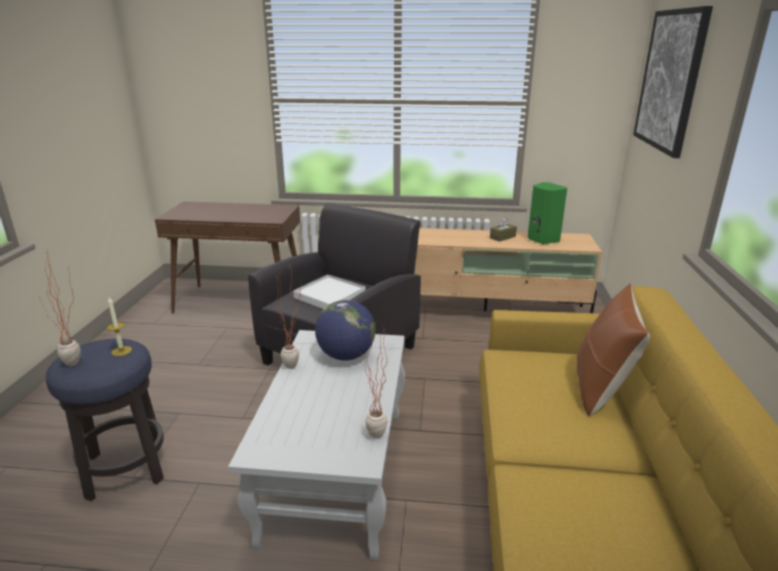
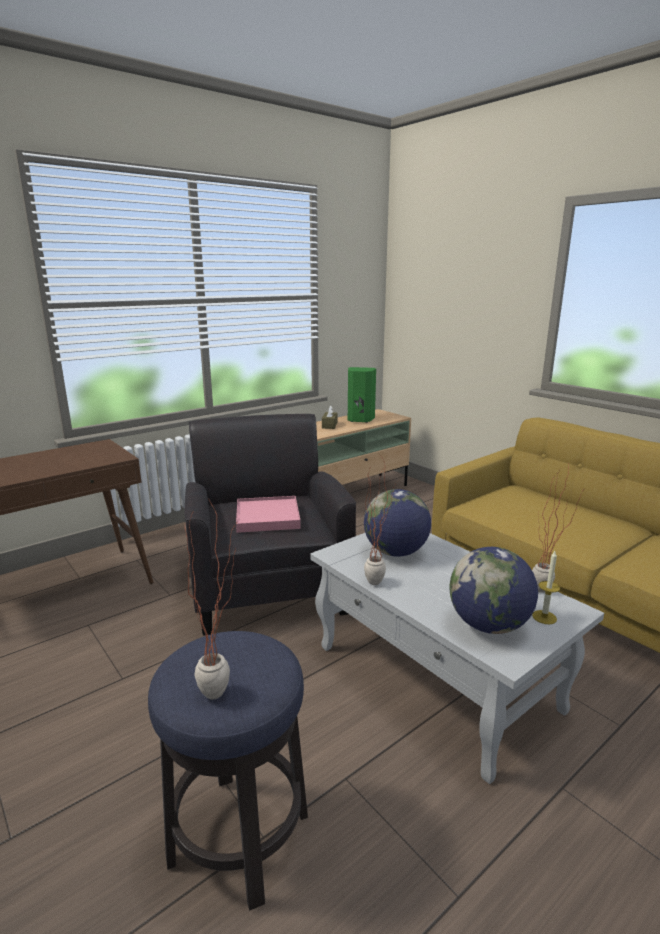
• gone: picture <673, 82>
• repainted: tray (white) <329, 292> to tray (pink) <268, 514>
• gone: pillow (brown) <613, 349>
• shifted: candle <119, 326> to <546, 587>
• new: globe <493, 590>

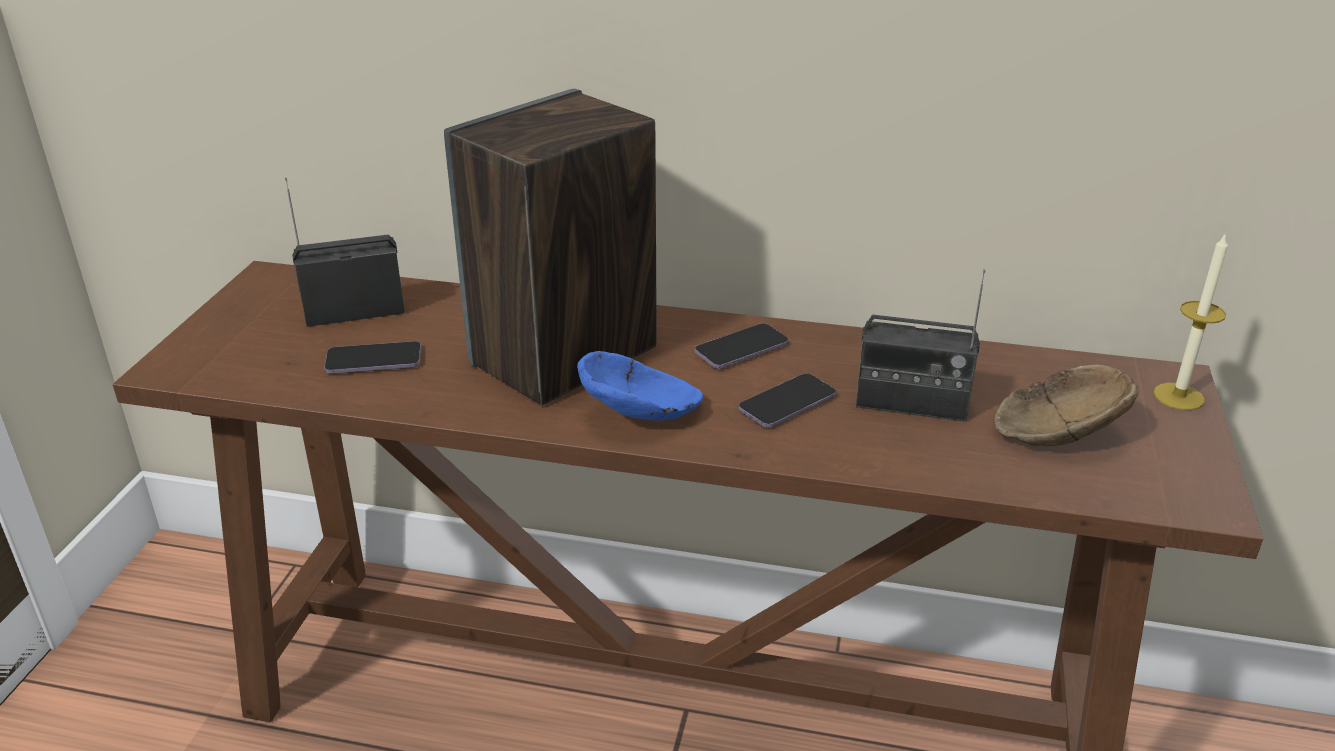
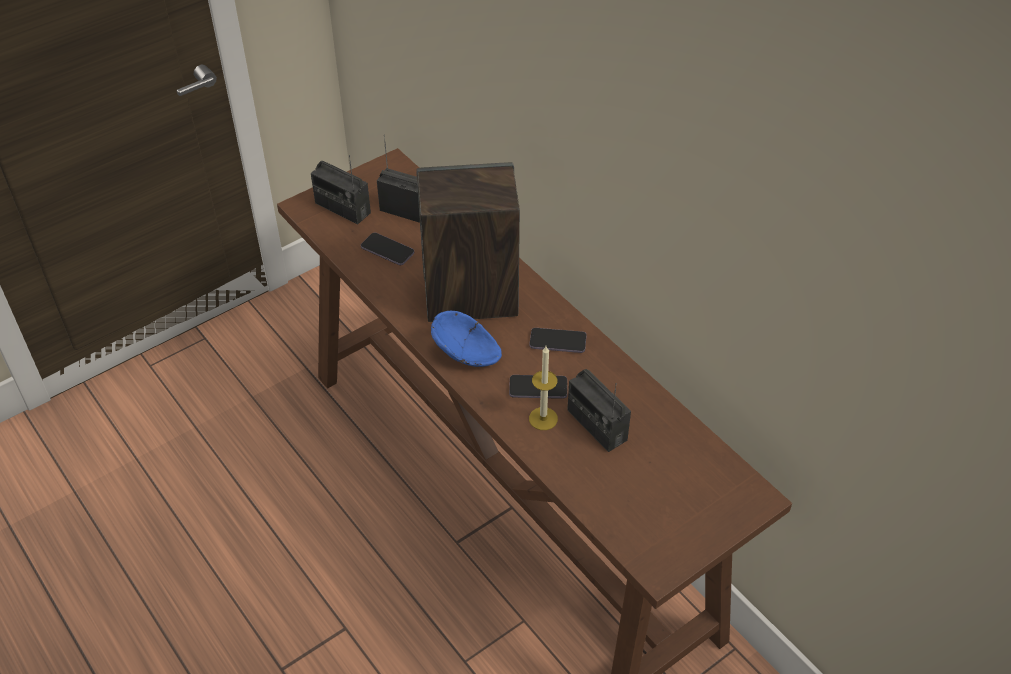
• shifted: candle <1190, 321> to <543, 388>
• gone: bowl (brown) <1065, 405>
• new: radio <341, 189>

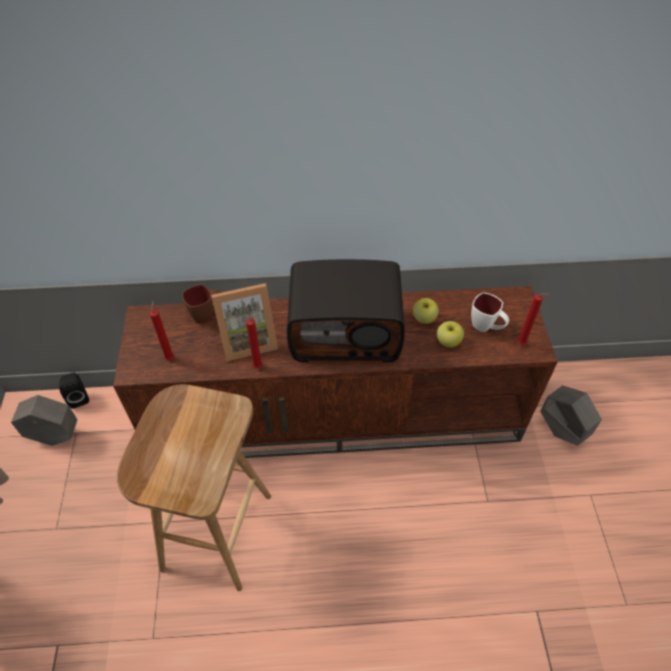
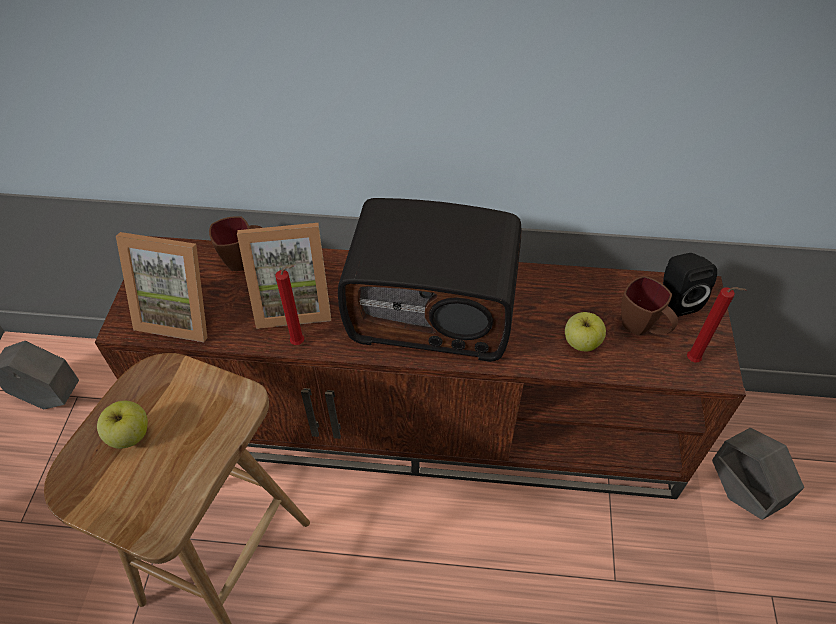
• repainted: mug (white) <490, 312> to mug (brown) <649, 306>
• shifted: apple <426, 311> to <122, 425>
• swapped: candle (red) <162, 330> to picture frame <162, 287>
• shifted: speaker (black) <74, 391> to <690, 285>

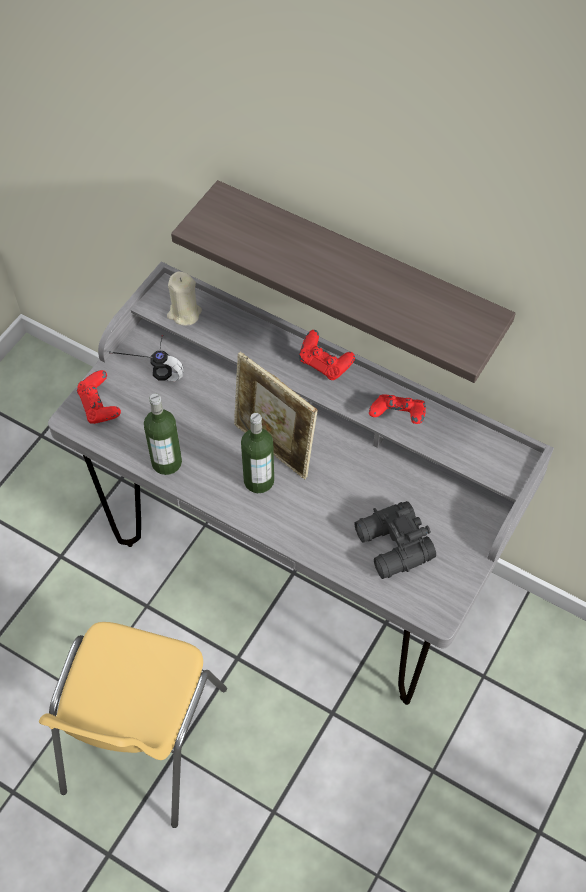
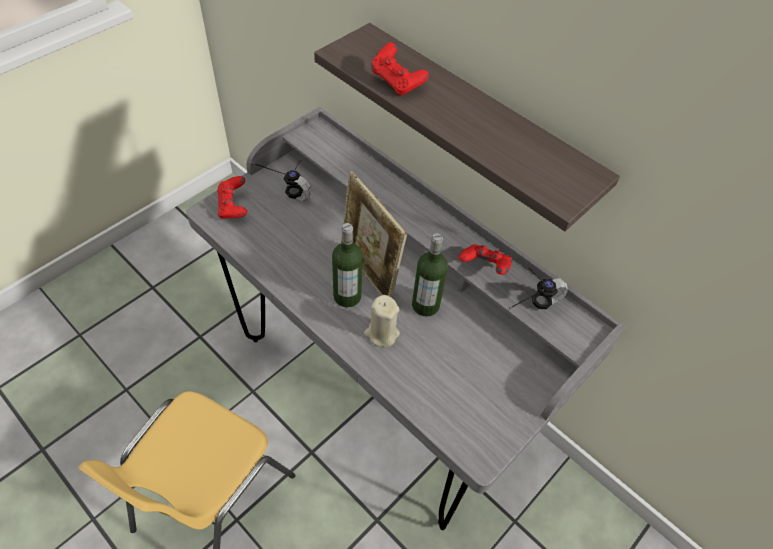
• shifted: candle (beige) <184, 299> to <382, 321>
• shifted: game controller (red) <327, 355> to <400, 69>
• shifted: bottle <163, 434> to <430, 275>
• gone: binoculars (black) <395, 540>
• new: headphones <537, 288>

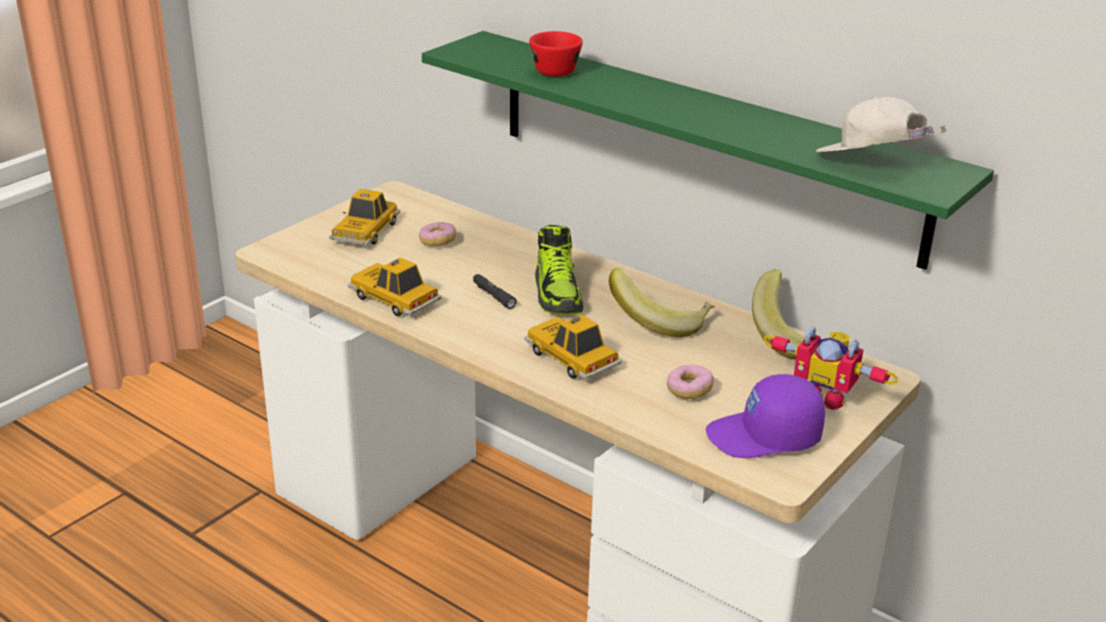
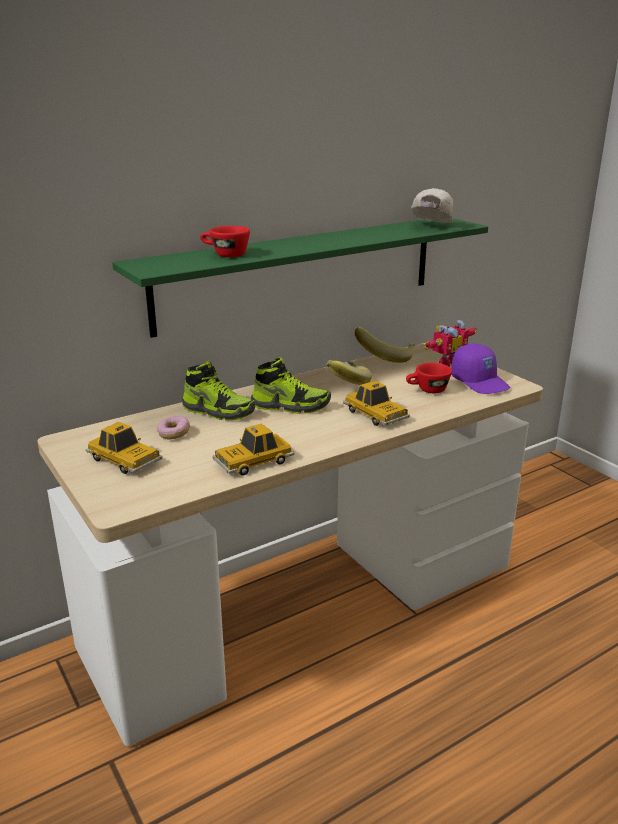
• rotated: cap (white) <881, 124> = <431, 205> 135 degrees clockwise
• gone: flashlight (black) <495, 291>
• rotated: toy car <573, 347> = <376, 403> 105 degrees counterclockwise
• swapped: donut <690, 382> to cup (red) <429, 378>
• rotated: cap (purple) <765, 416> = <480, 369> 45 degrees counterclockwise
• new: shoe <218, 391>

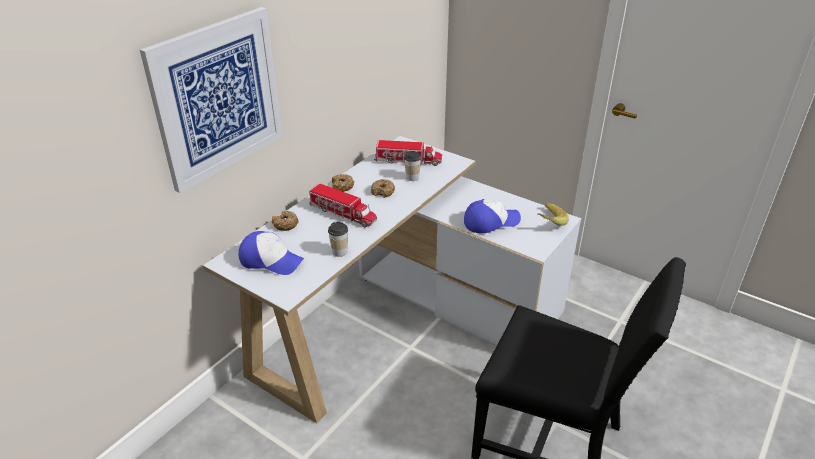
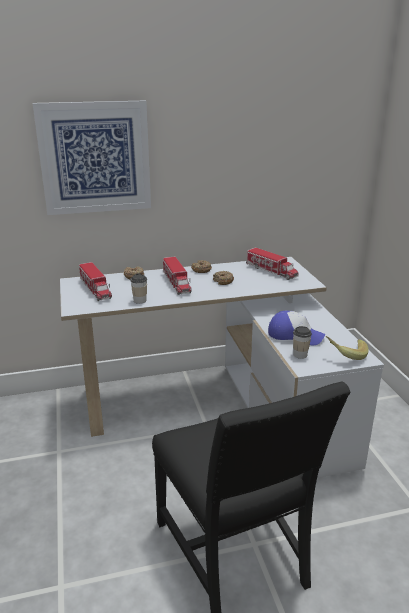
• shifted: cup <412, 166> to <302, 342>
• swapped: cap <271, 253> to toy truck <95, 281>

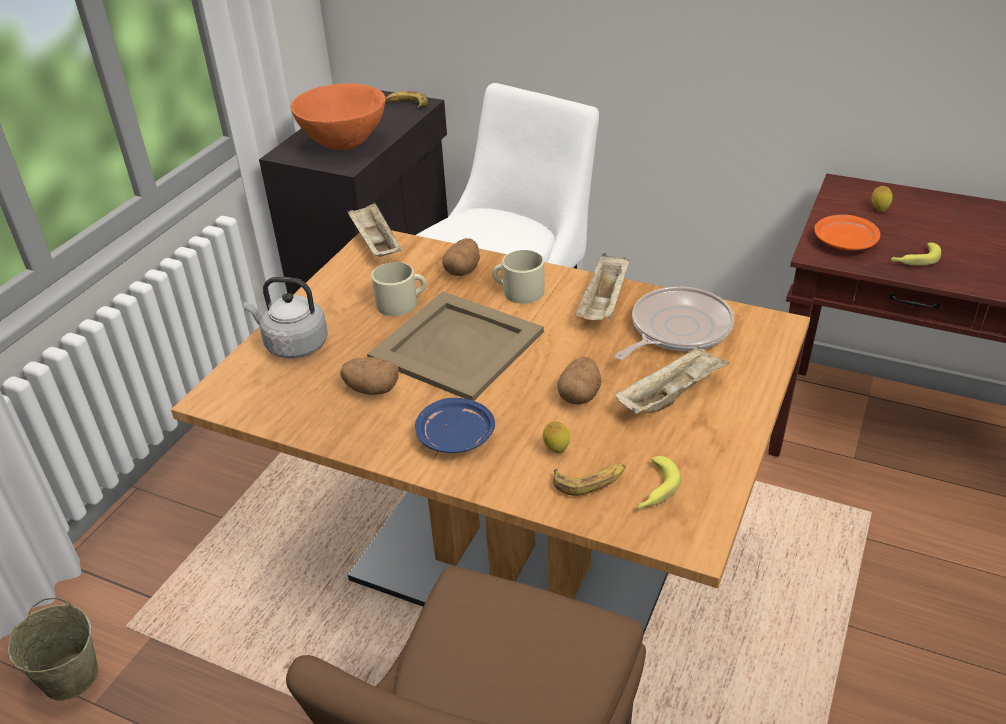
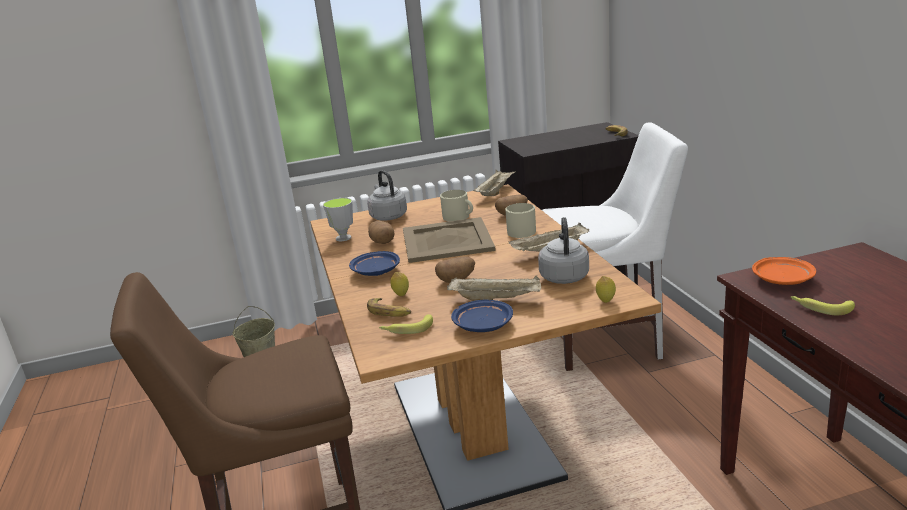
• gone: bowl (orange) <338, 116>
• shifted: lemon <882, 199> to <606, 289>
• swapped: frying pan <674, 323> to kettle (grey) <563, 250>
• new: cup <338, 219>
• new: plate (blue) <482, 316>

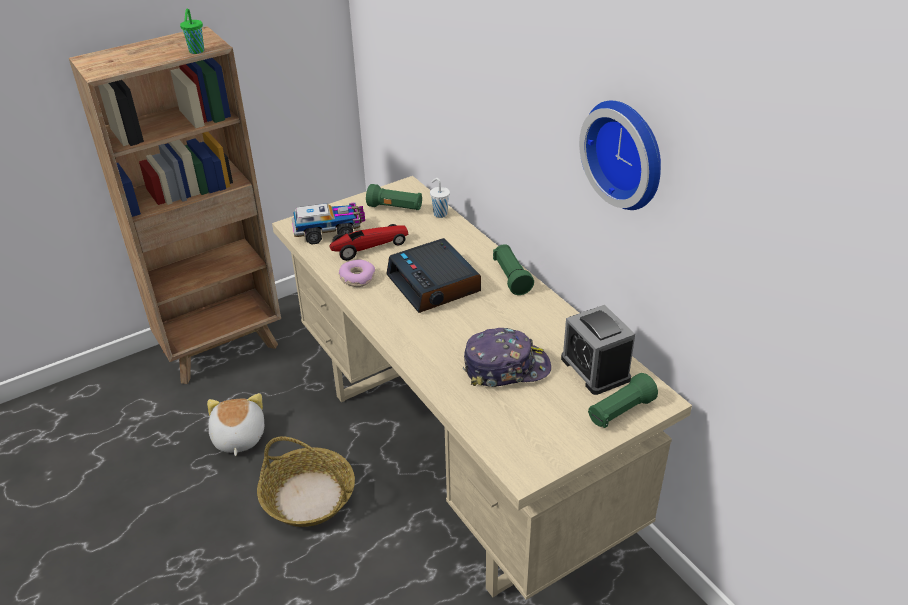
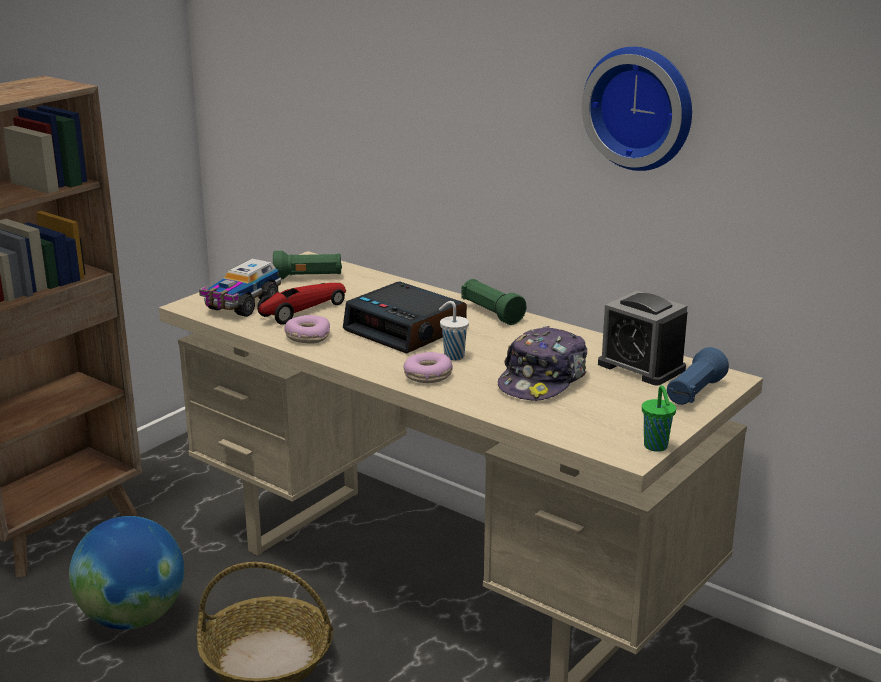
• shifted: cup (green) <192, 31> to <659, 418>
• shifted: cup (white) <440, 198> to <454, 330>
• rotated: toy truck <328, 223> = <240, 288> 150 degrees clockwise
• rotated: cap <507, 357> = <542, 363> 150 degrees clockwise
• repainted: flashlight (green) <623, 400> to flashlight (blue) <698, 376>
• swapped: plush toy <235, 424> to globe <126, 573>
• new: donut <428, 367>

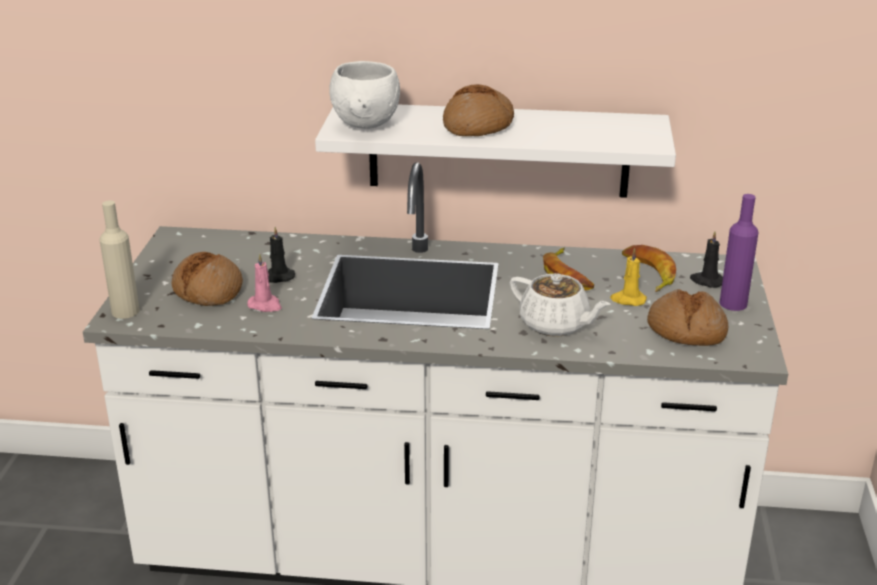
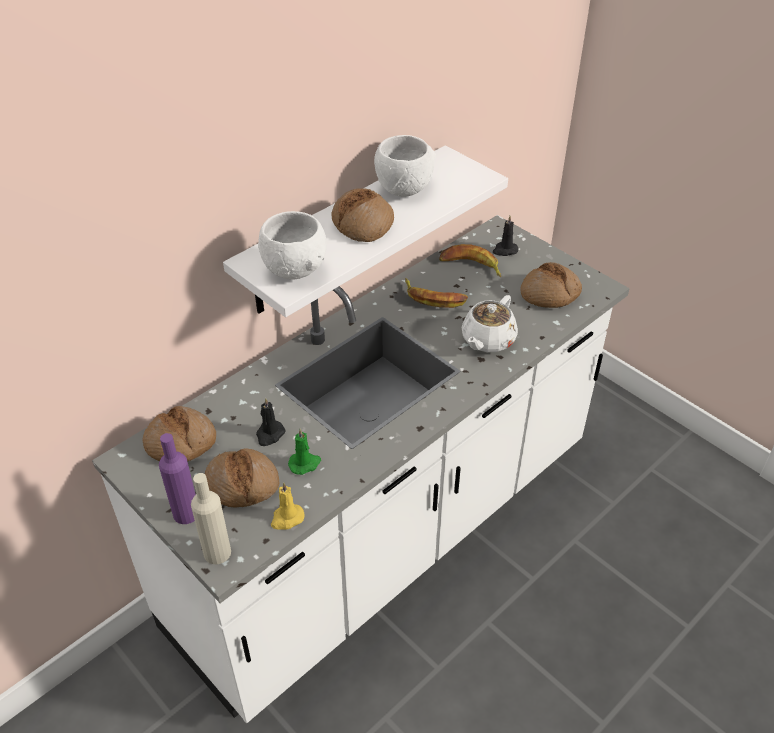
• shifted: bottle (purple) <739, 252> to <177, 478>
• shifted: candle (yellow) <628, 277> to <288, 506>
• repainted: candle (pink) <264, 283> to candle (green) <304, 451>
• rotated: teapot (white) <560, 304> = <490, 323> 135 degrees clockwise
• new: bowl (white) <405, 166>
• new: bread <179, 433>

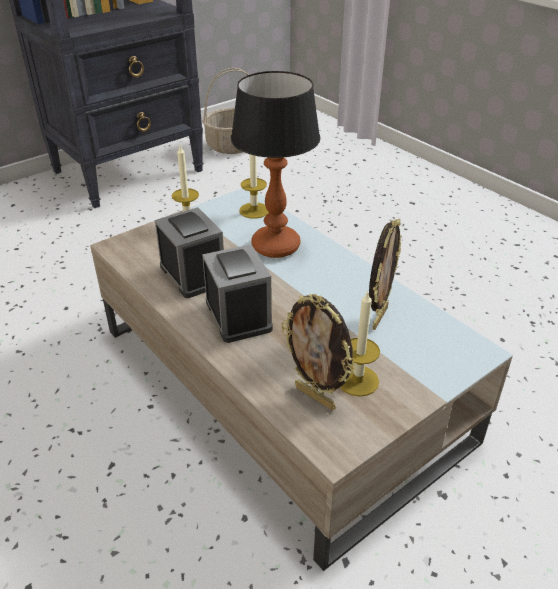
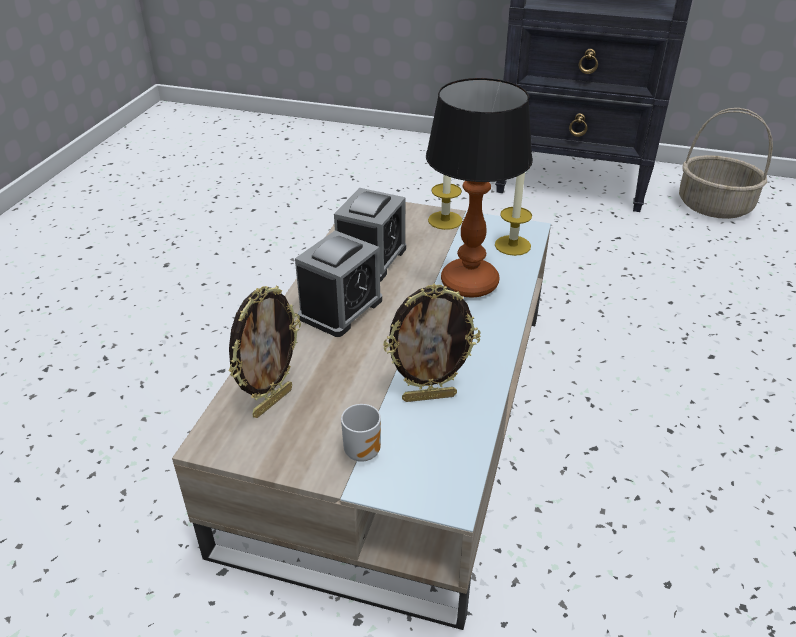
• gone: candle <360, 343>
• rotated: picture frame <318, 352> = <265, 352> 150 degrees counterclockwise
• new: mug <361, 433>

